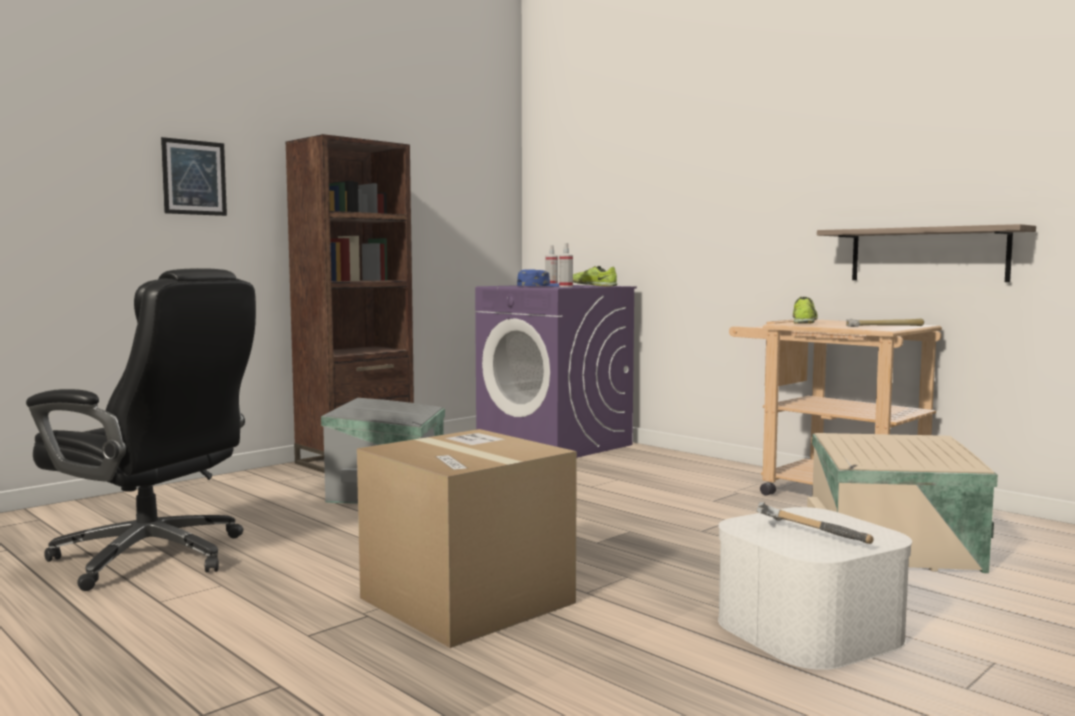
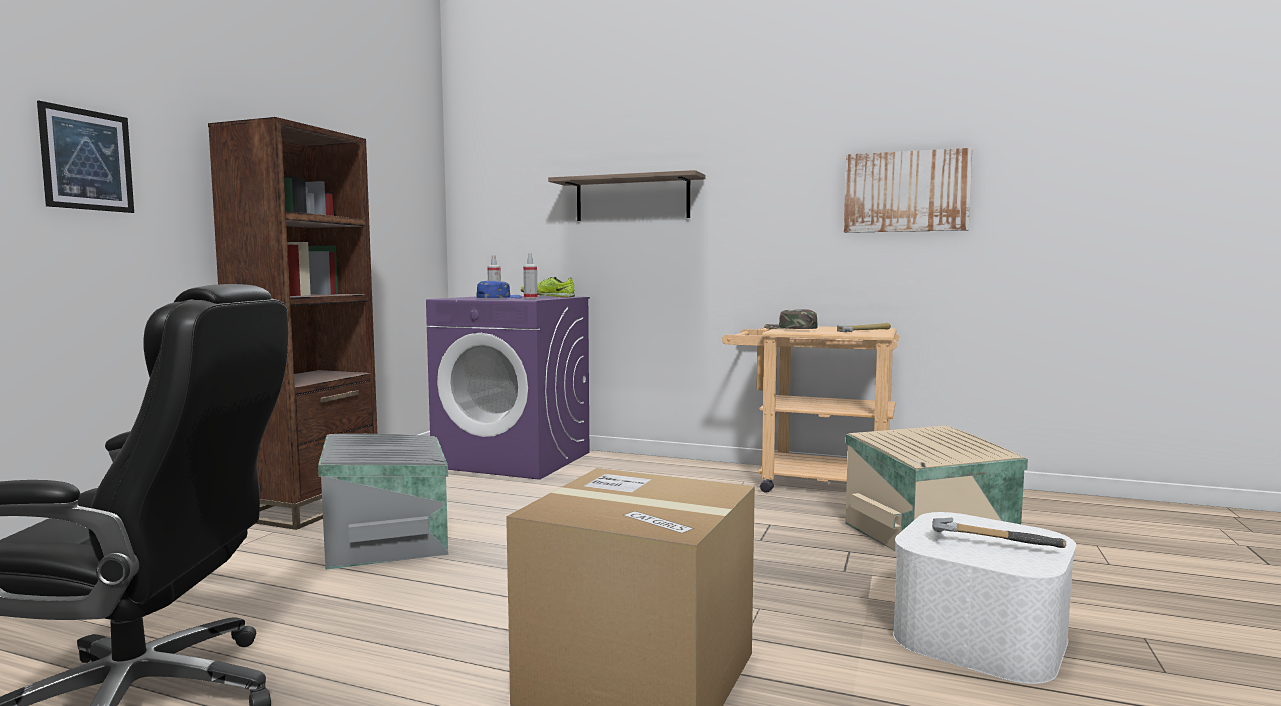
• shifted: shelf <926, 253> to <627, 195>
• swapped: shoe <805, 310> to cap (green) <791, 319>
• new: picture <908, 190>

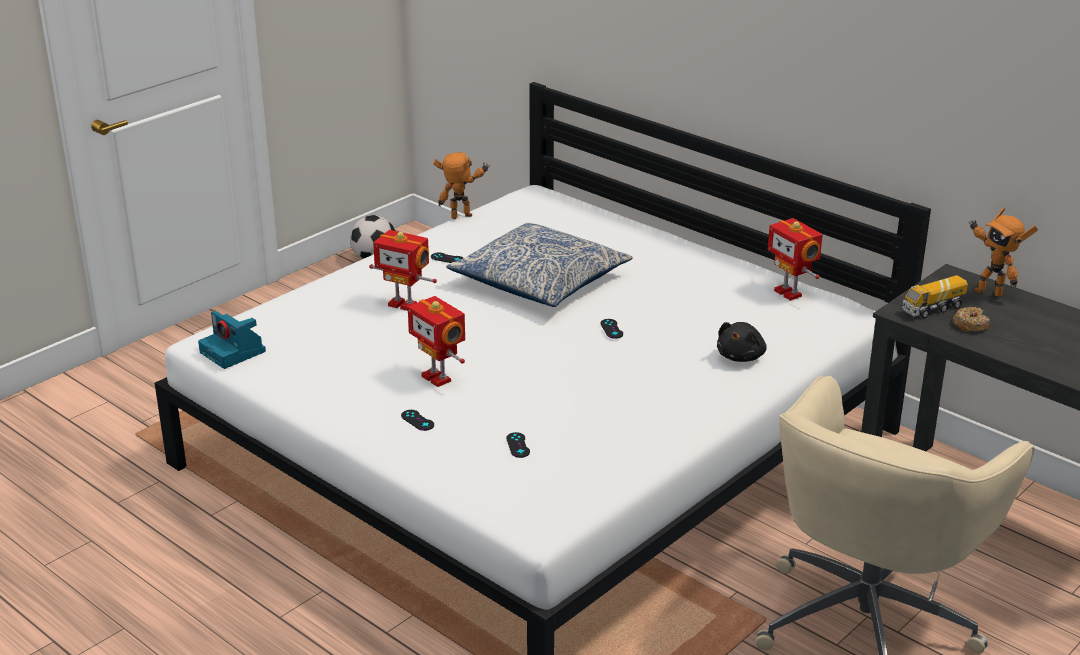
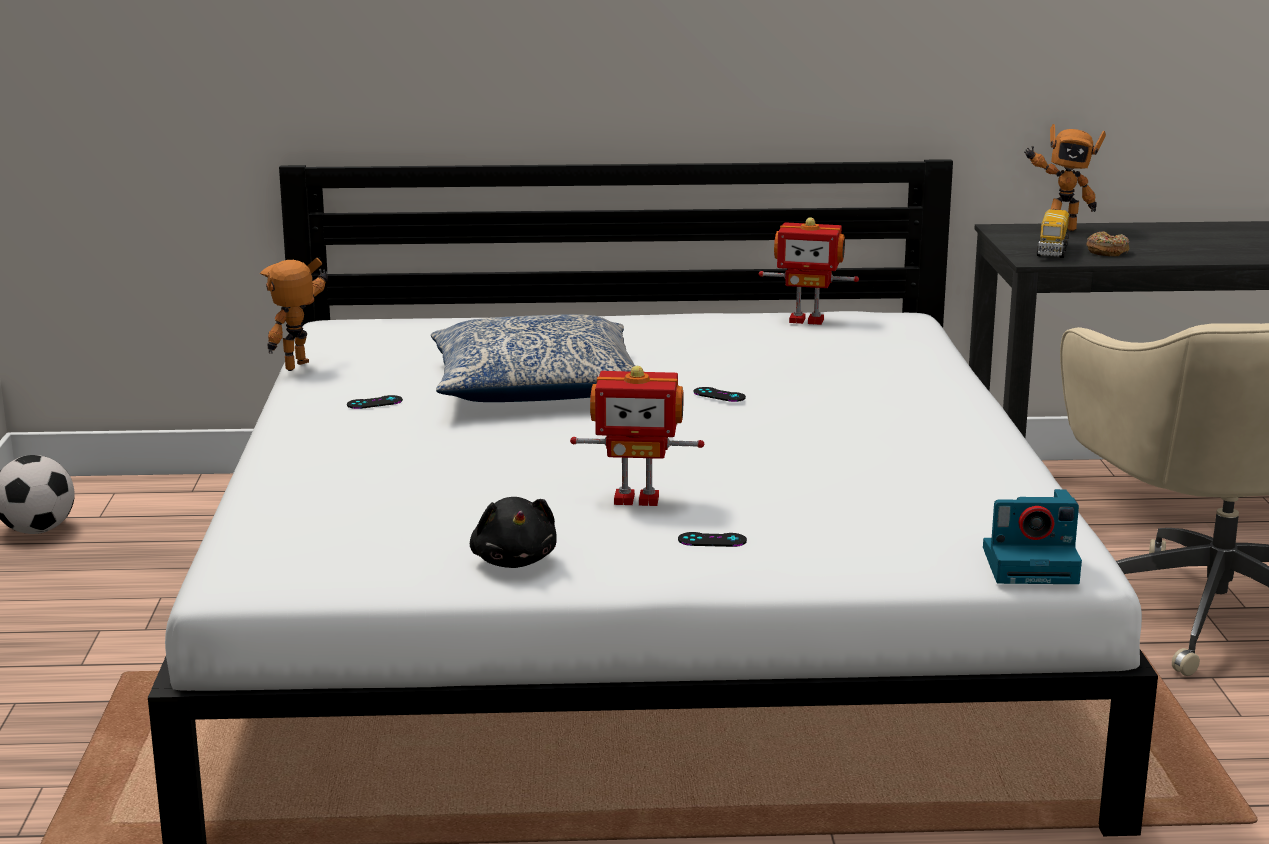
• gone: toy robot <403, 270>
• shifted: photo camera <232, 340> to <1032, 536>
• shifted: plush toy (black) <742, 342> to <513, 532>
• gone: game controller (black) <518, 445>

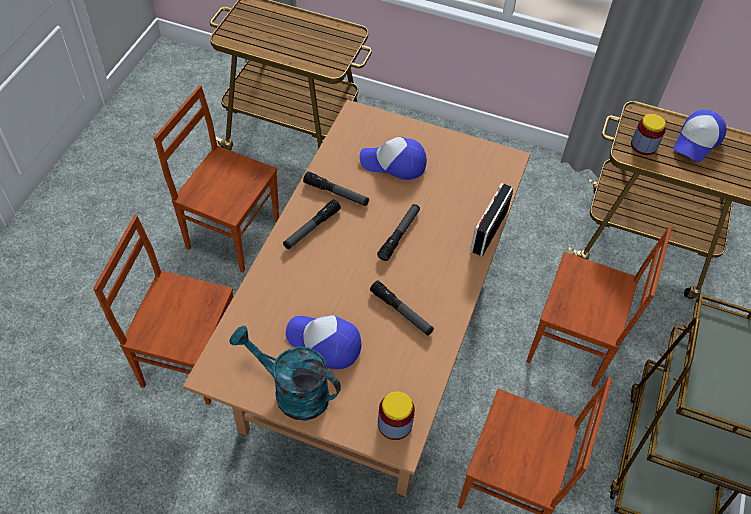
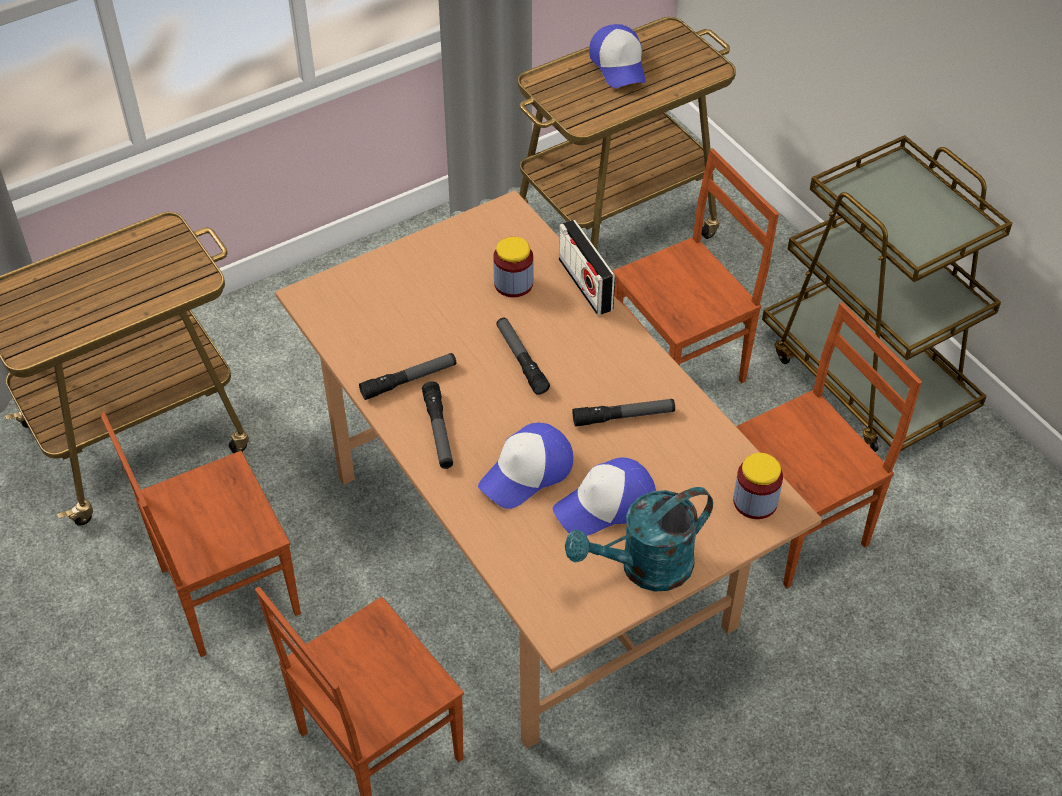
• shifted: jar <648, 134> to <513, 267>
• shifted: cap <393, 158> to <525, 466>

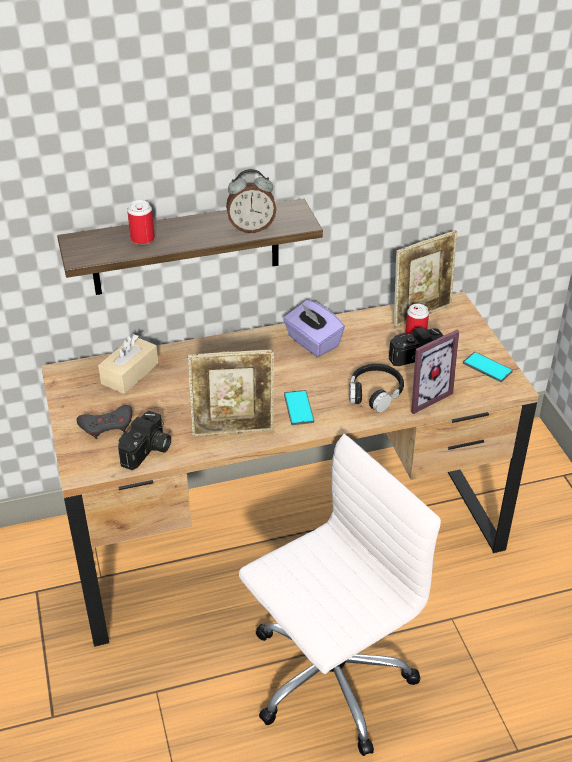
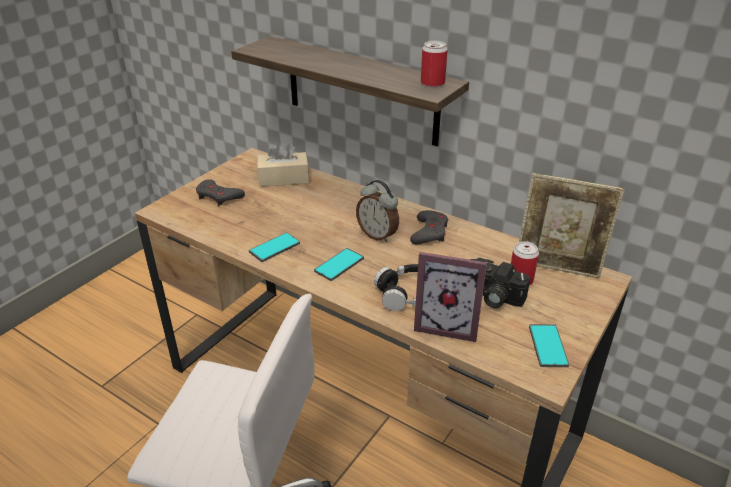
• shifted: alarm clock <251, 201> to <377, 211>
• shifted: can <141, 222> to <434, 64>
• swapped: tissue box (purple) <314, 328> to game controller (grey) <429, 227>
• swapped: picture frame <231, 393> to phone <274, 247>
• gone: photo camera <144, 440>

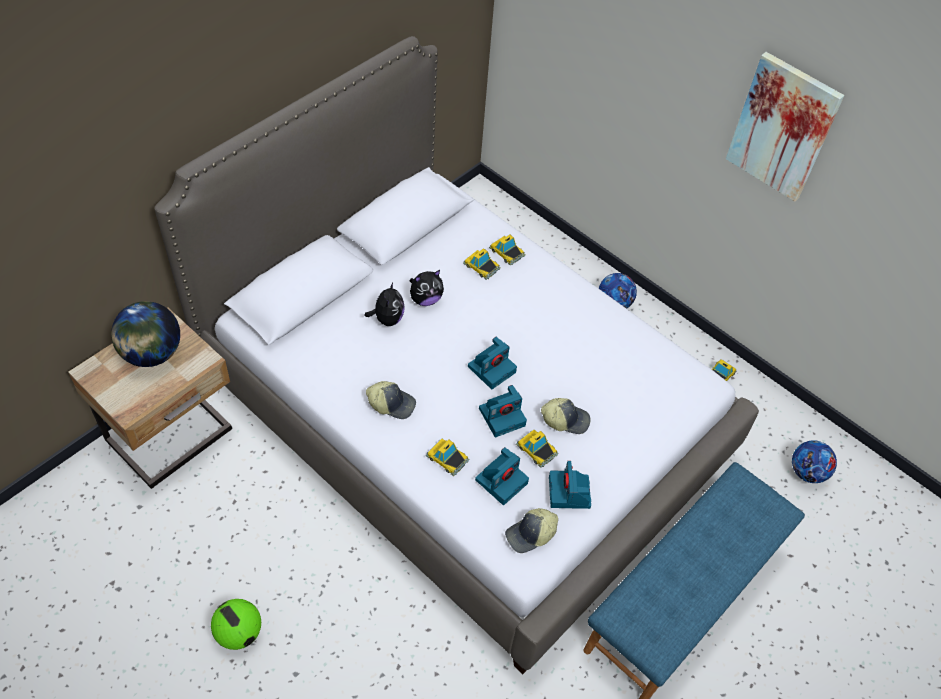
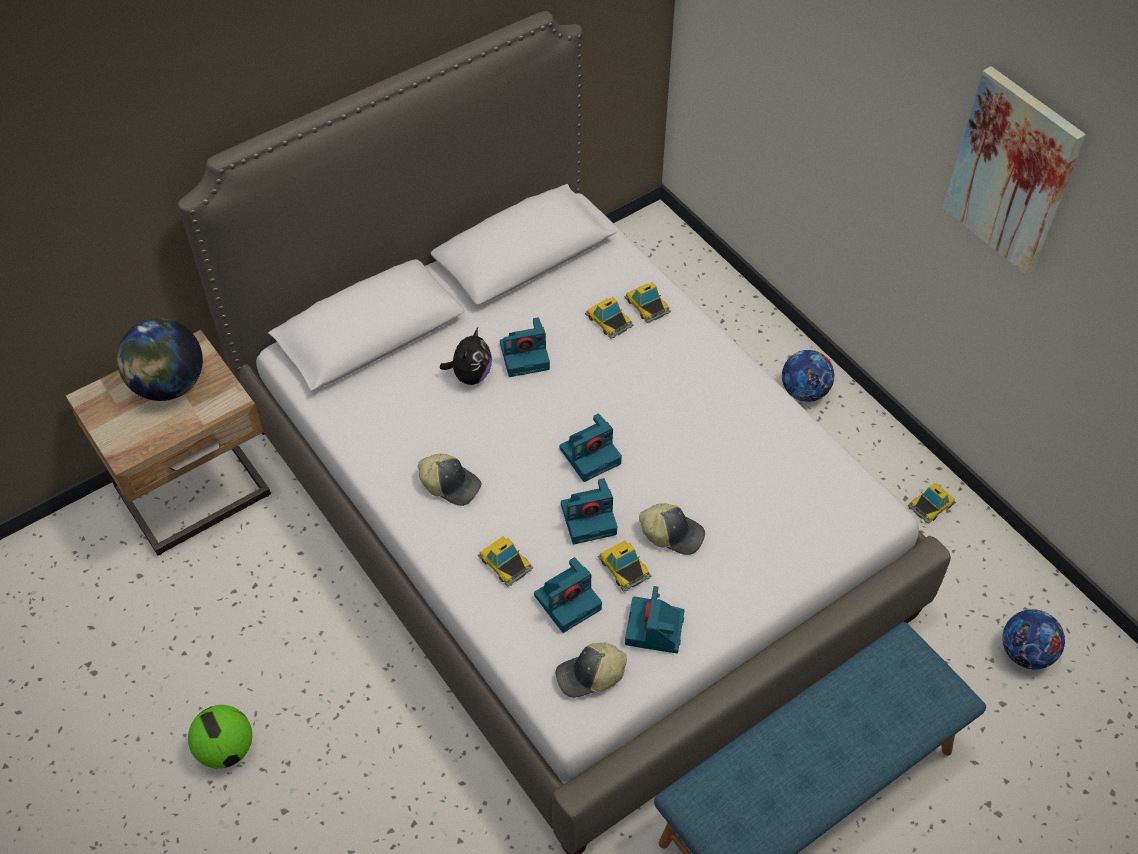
• swapped: plush toy <427, 288> to photo camera <525, 347>

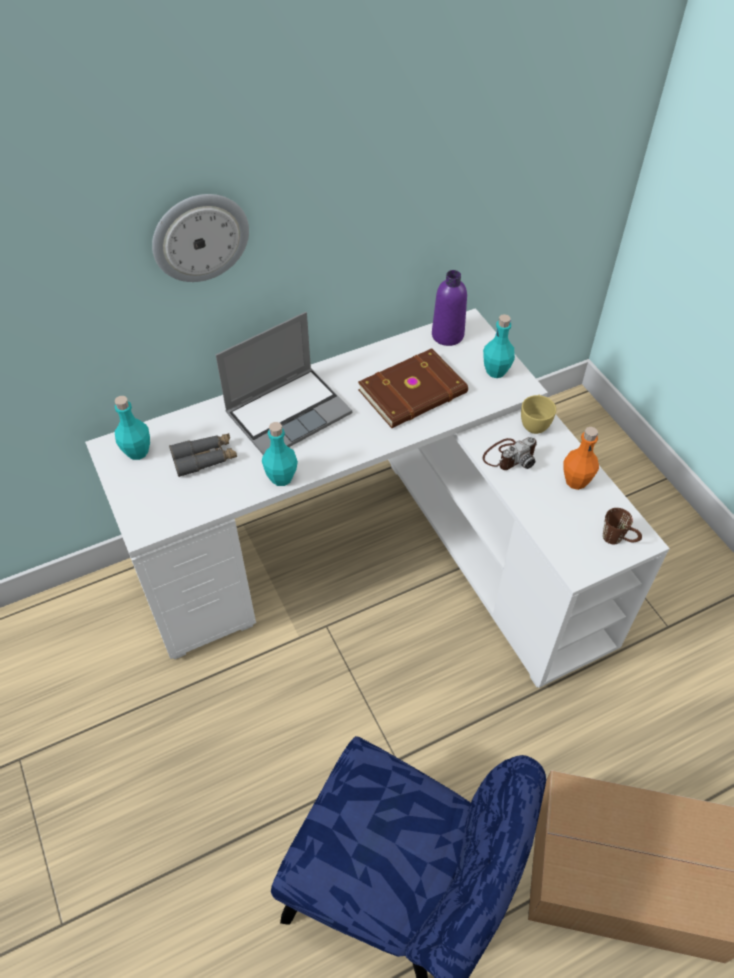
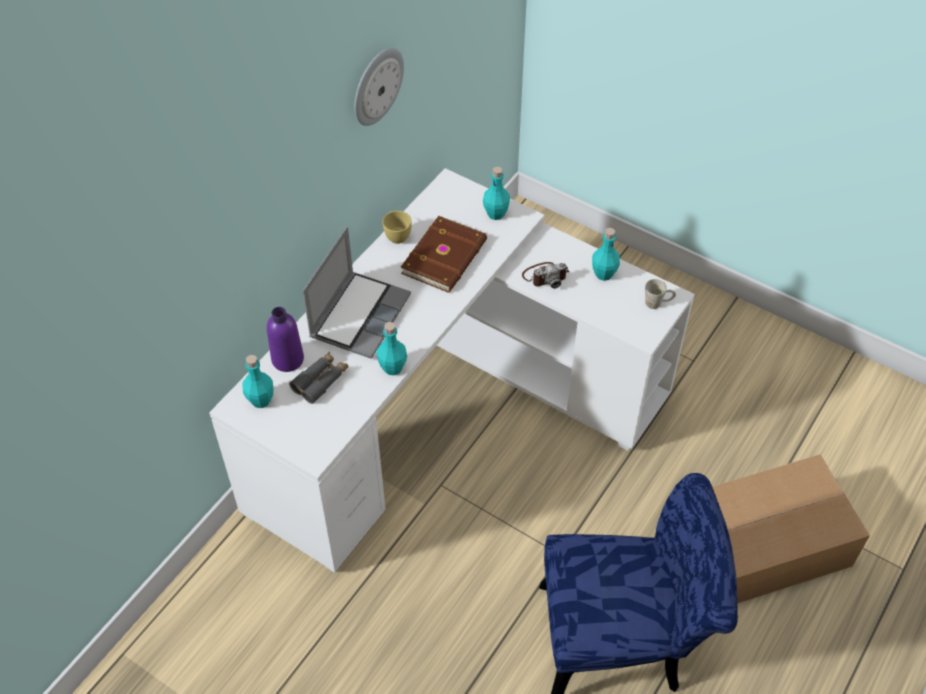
• shifted: wall clock <200, 238> to <379, 87>
• shifted: bottle (purple) <449, 308> to <285, 339>
• shifted: cup (yellow) <538, 414> to <397, 227>
• repainted: bottle (orange) <581, 458> to bottle (turquoise) <606, 254>
• rotated: photo camera <510, 453> = <545, 275> 45 degrees clockwise
• repainted: mug (brown) <622, 526> to mug (white) <660, 294>

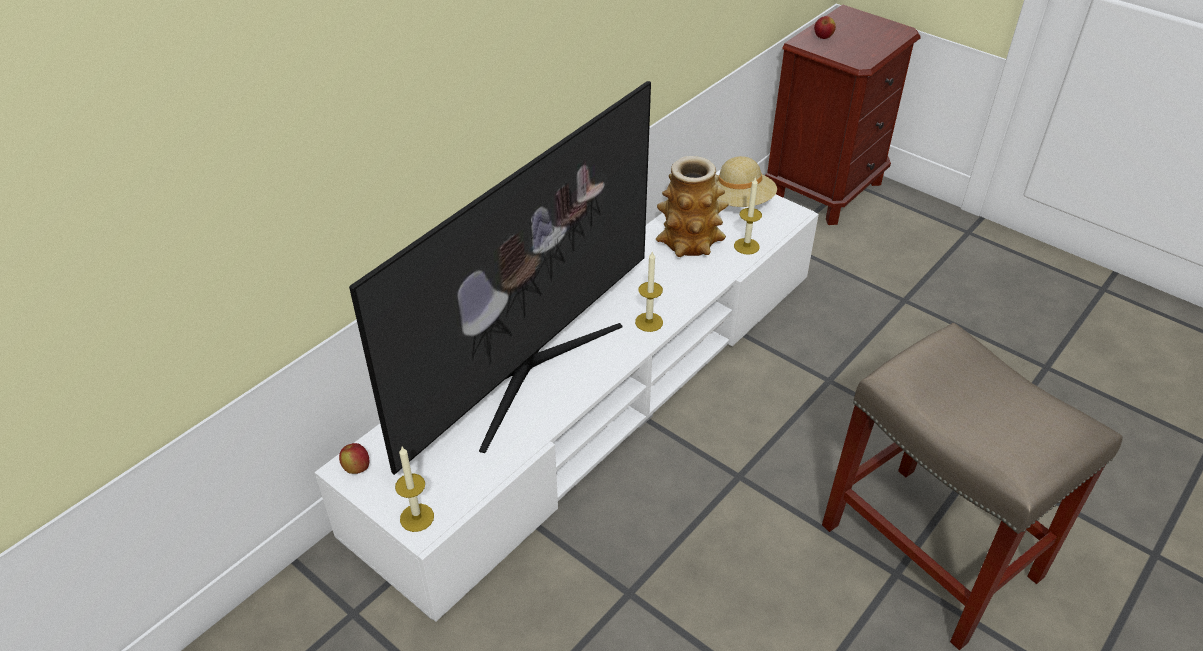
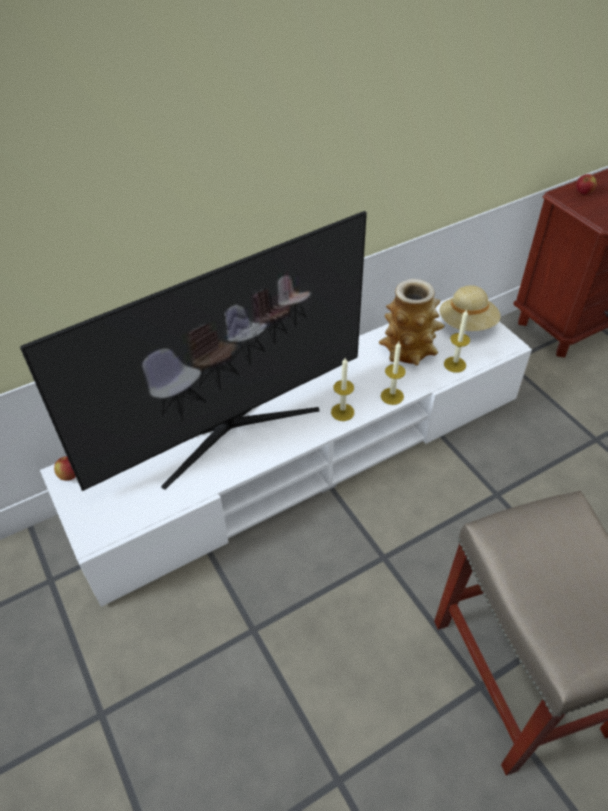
• shifted: candle <414, 489> to <393, 373>

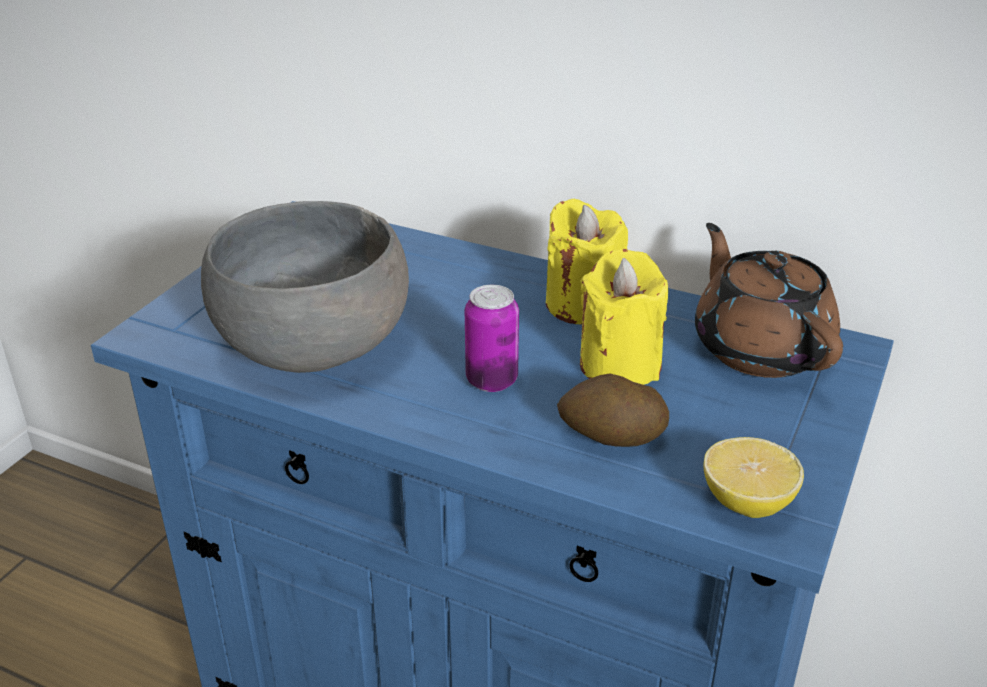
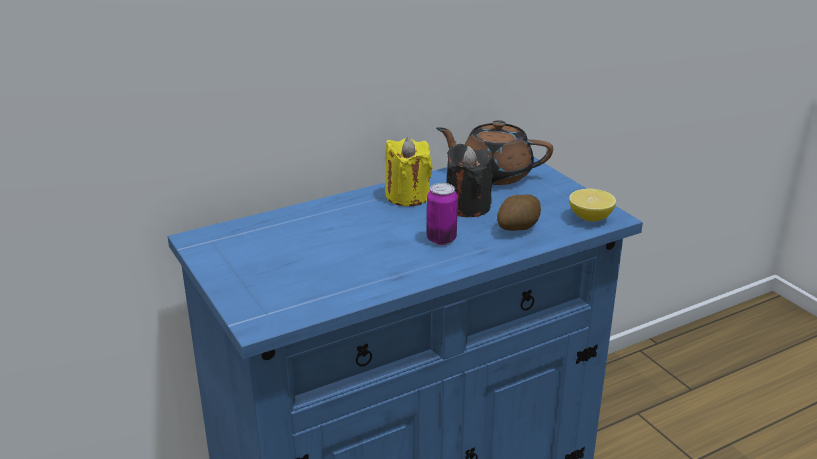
• gone: bowl (grey) <305, 287>
• repainted: candle (yellow) <624, 317> to candle (black) <470, 180>

